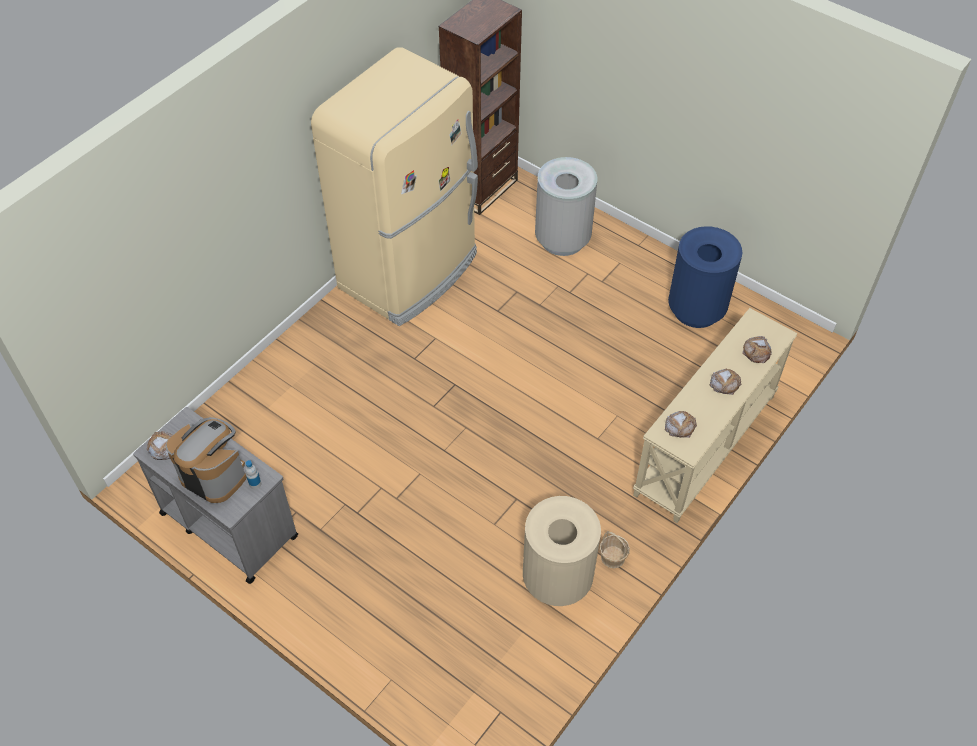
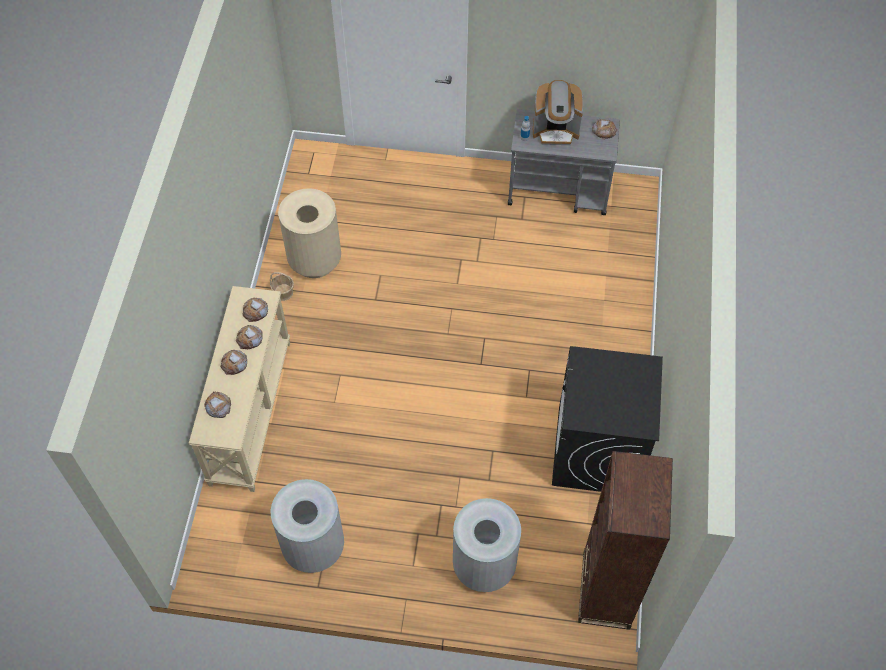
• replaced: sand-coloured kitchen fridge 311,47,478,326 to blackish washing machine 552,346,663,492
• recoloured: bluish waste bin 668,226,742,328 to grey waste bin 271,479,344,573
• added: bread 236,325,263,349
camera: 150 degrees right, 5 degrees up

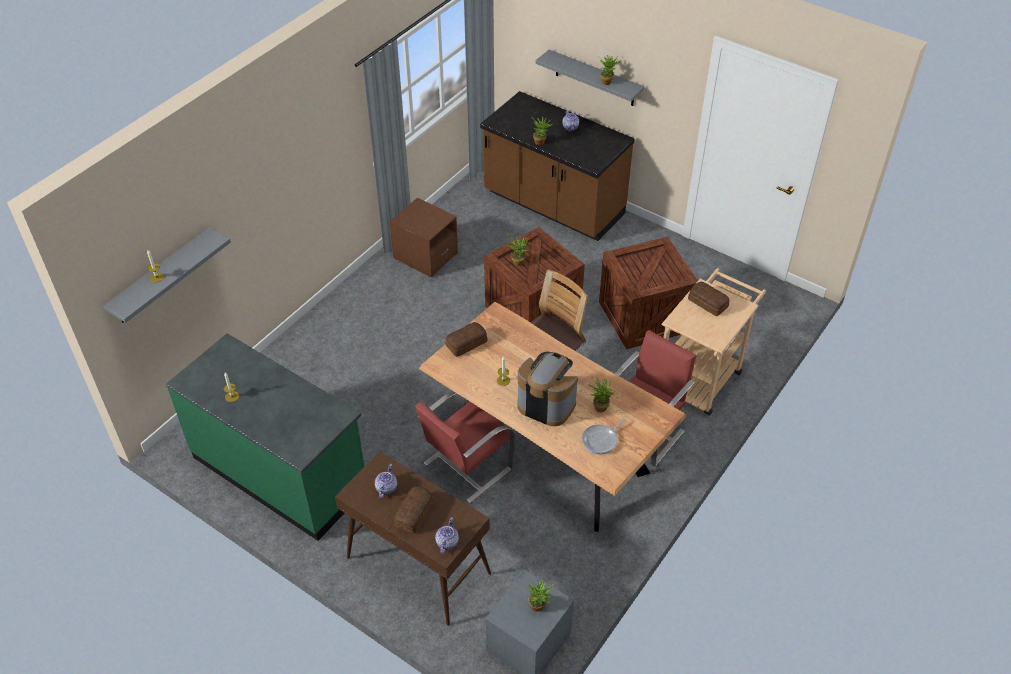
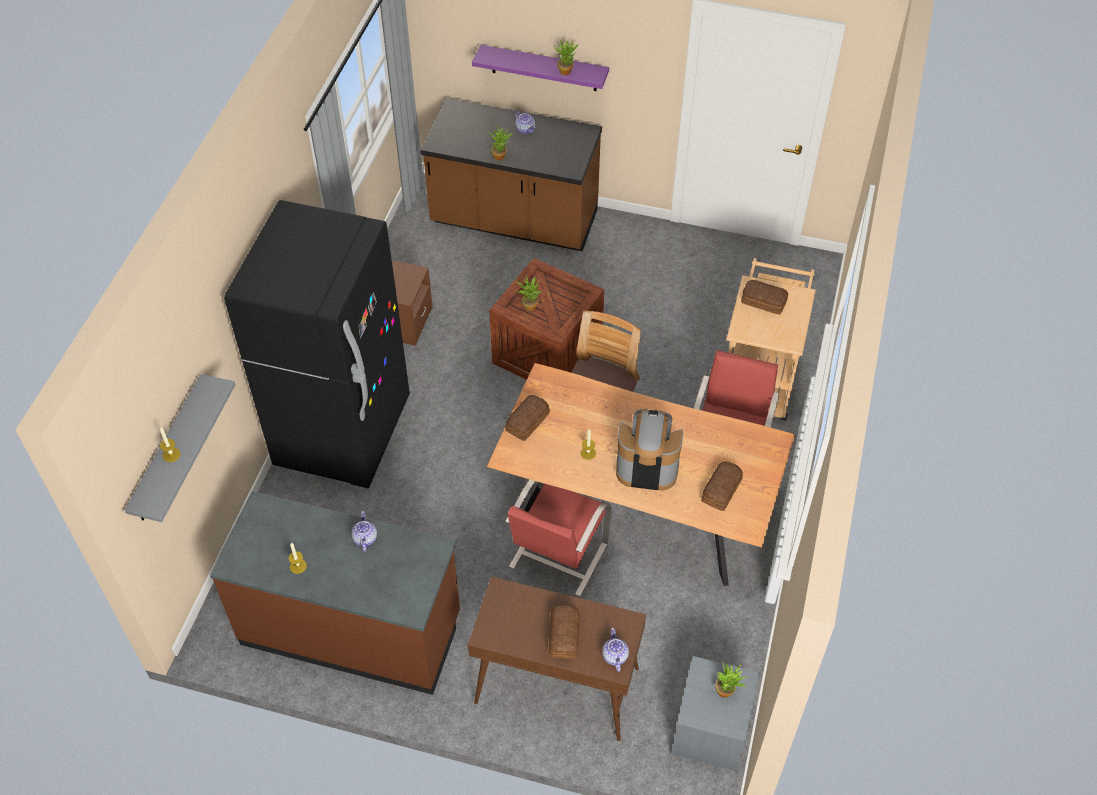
• recoloured: grey bracket shelf 535,49,645,106 to purplish bracket shelf 472,45,609,91
• removed: crate 599,236,698,349
• recoloured: green kitchen base unit 166,333,365,541 to brownish kitchen base unit 210,491,460,695
• removed: potted plant 588,377,615,412
• replaced: frying pan 582,419,626,454 to bread 701,462,743,511
• moved: teapot 375,464,397,498 to 351,511,377,552
• added: blackish kitchen fridge 224,200,410,488
camera: 20 degrees left, 5 degrees up

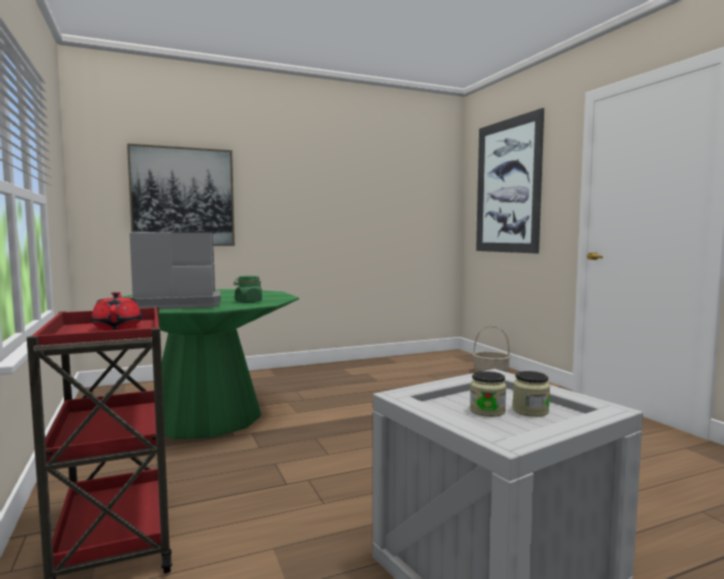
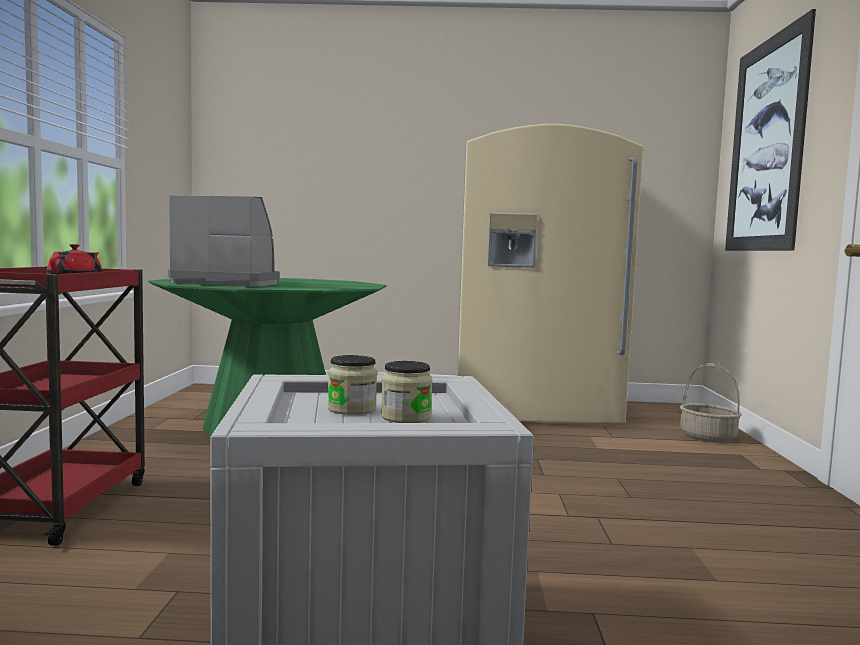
• removed: wall art 127,144,235,246
• removed: green storage jar 234,276,262,303
• added: sand-coloured kitchen fridge 457,124,643,423
camera: 25 degrees right, 0 degrees up

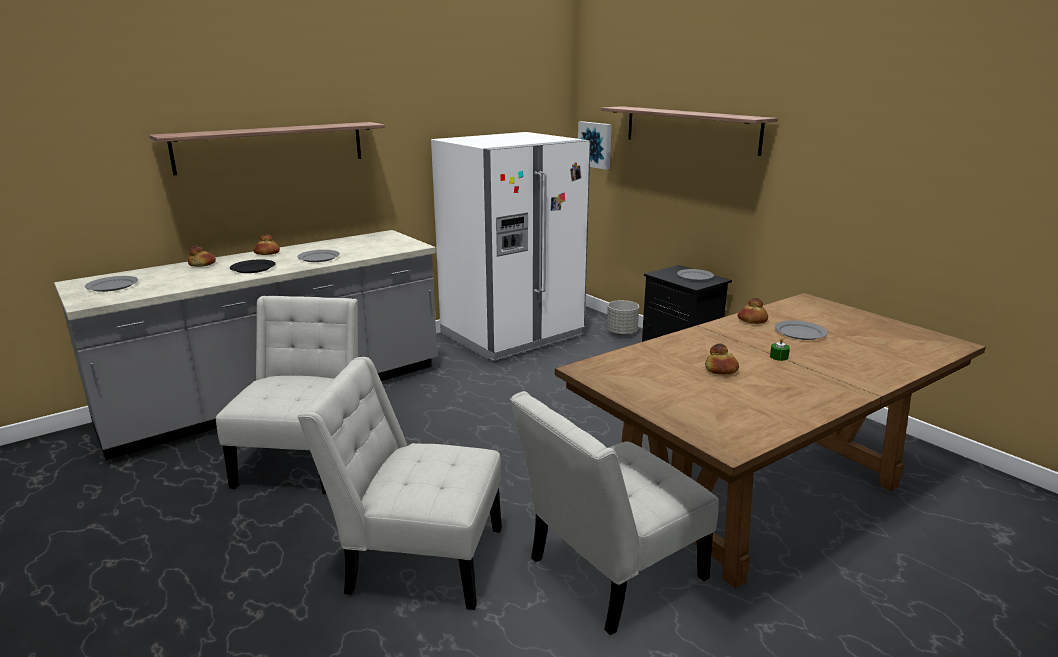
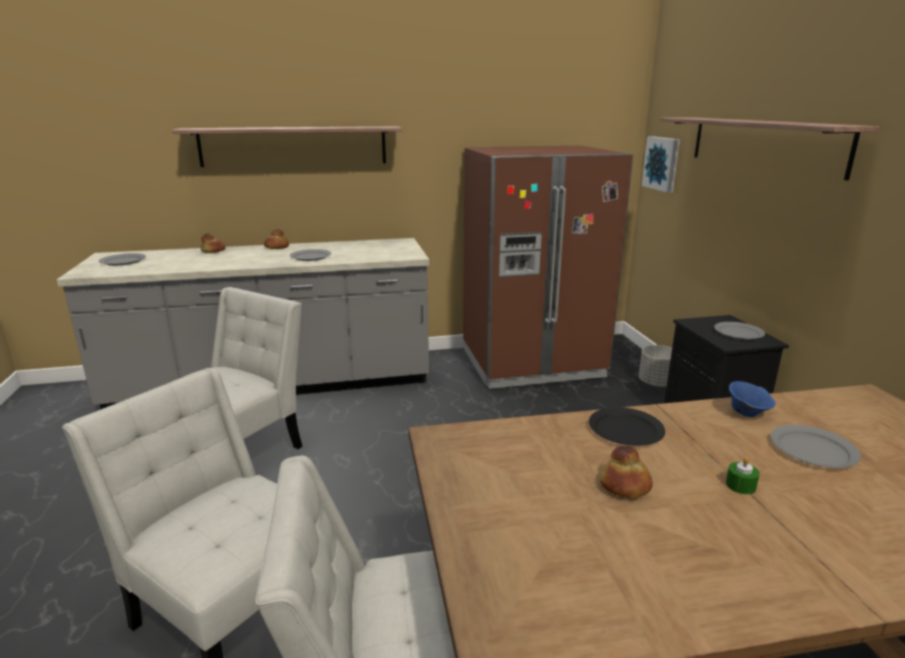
• recoloured: white-coloured kitchen fridge 431,132,590,361 to brownish kitchen fridge 463,146,633,389
• moved: blackish dinner plate 230,259,276,273 to 589,407,665,446
• replaced: bread 737,298,768,324 to bluish serving bowl 729,381,776,417
camera: 25 degrees right, 0 degrees up

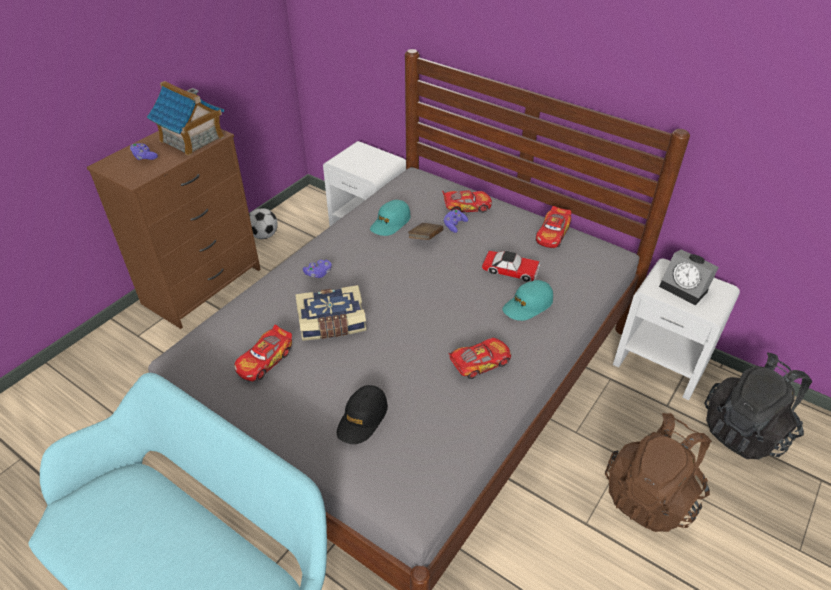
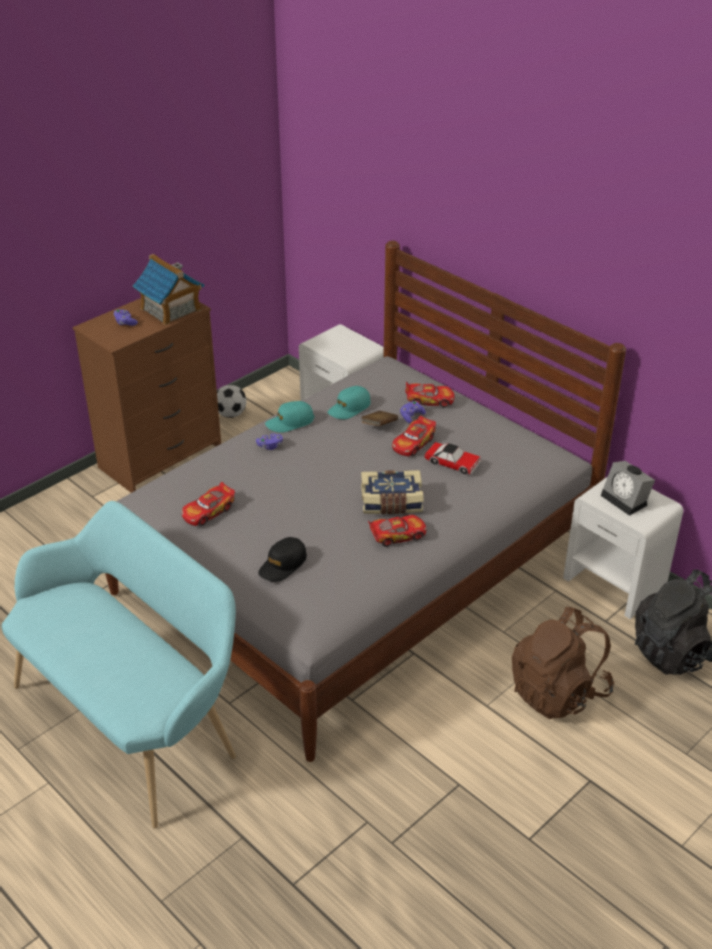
• moved: toy car 536,206,571,248 to 392,416,436,456
• moved: blue-green cap 502,280,553,321 to 265,401,314,433
• moved: bound book 295,285,366,341 to 361,470,423,514
camera: 10 degrees right, 5 degrees down

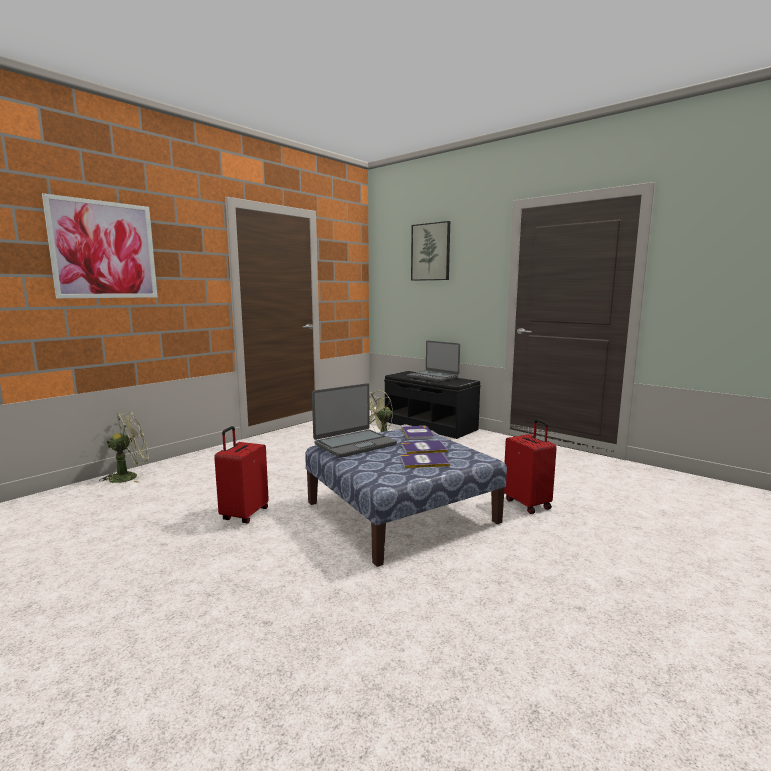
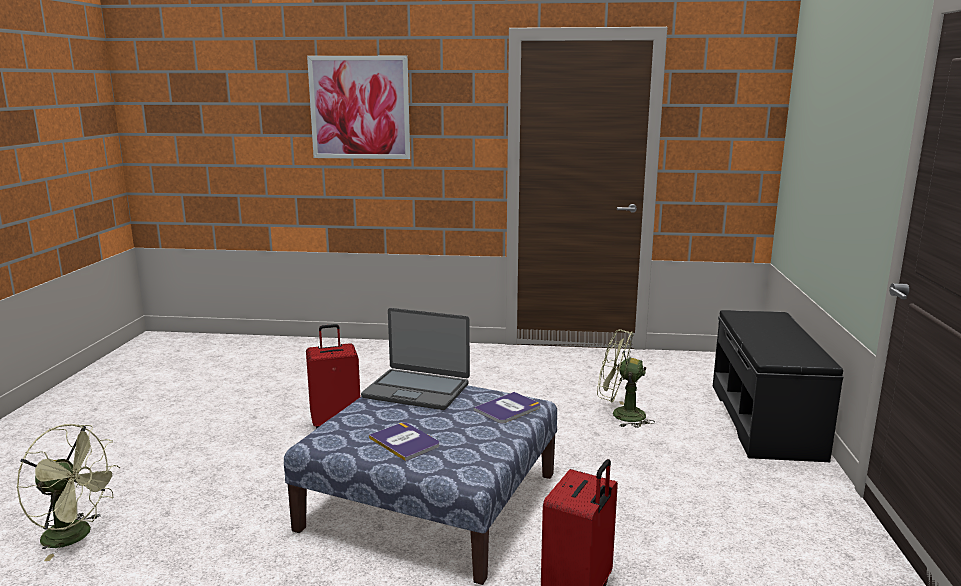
• removed: wall art 411,221,450,281
• removed: portable computer 407,341,460,382
• moved: green cooling fan 100,411,149,483 to 16,424,121,561
• removed: bound book 402,441,448,454
camera: 55 degrees right, 5 degrees up

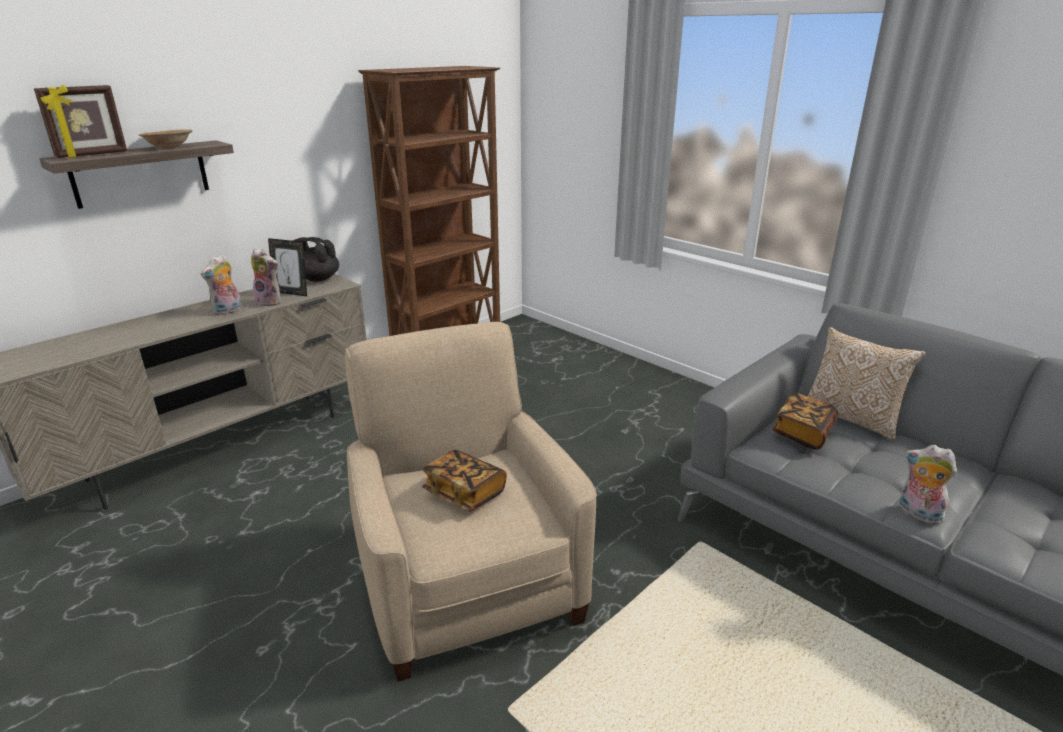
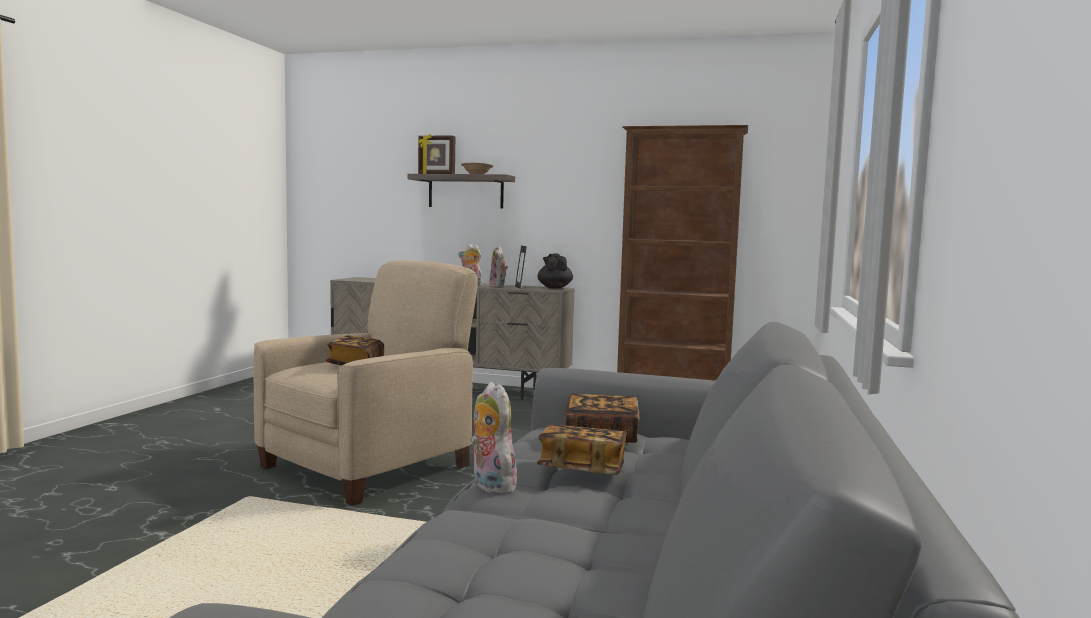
• removed: throw pillow 807,327,926,441
• turned: cuddly toy 899,445,957,525 = 470,382,520,495 45 degrees counterclockwise
• added: bound book 537,425,627,475
camera: 60 degrees right, 20 degrees down

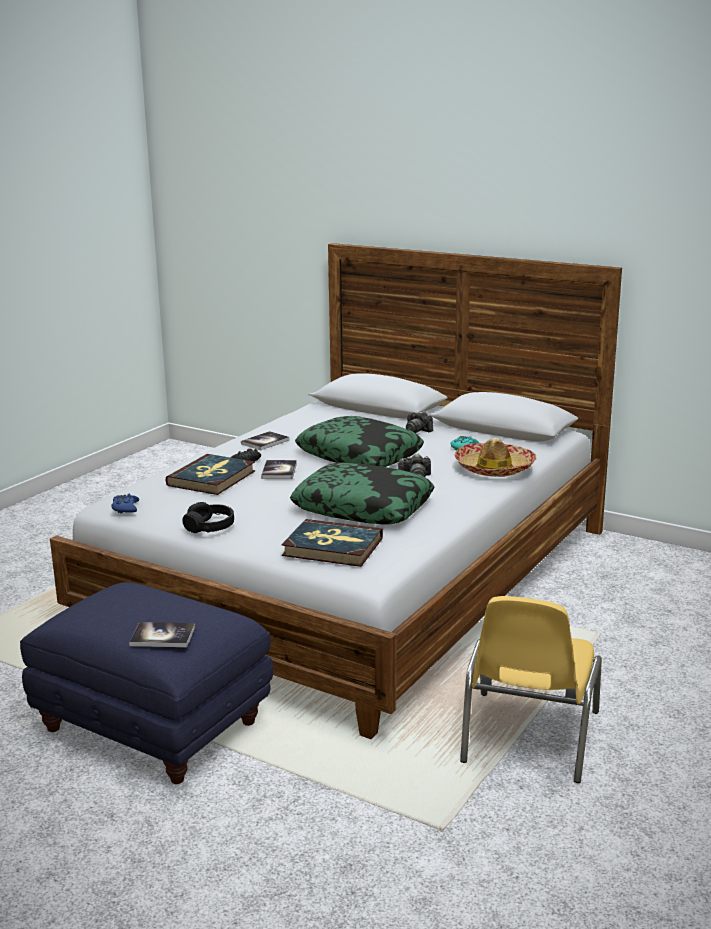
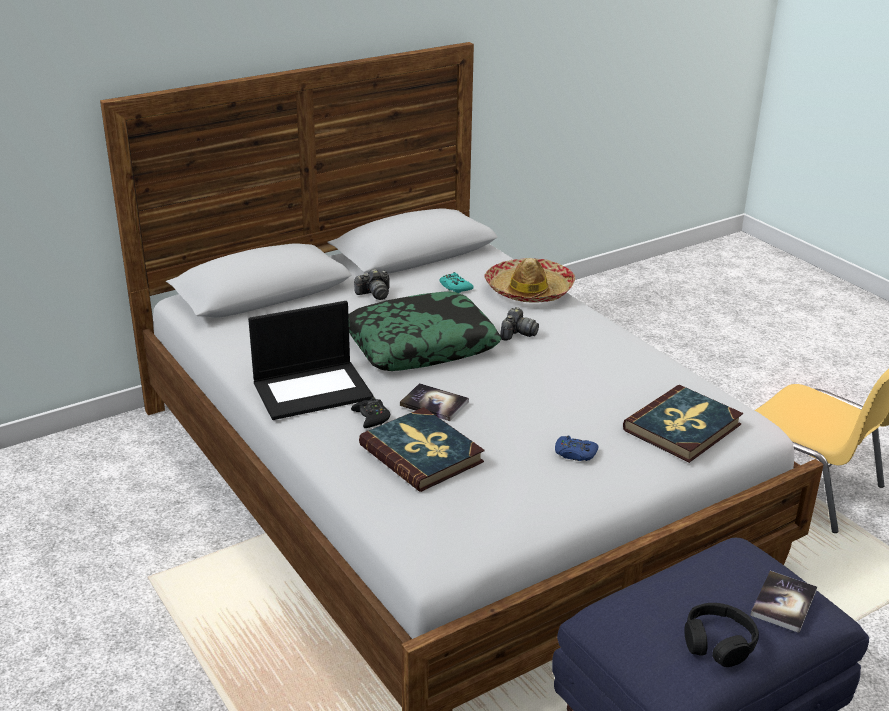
• replaced: bound book 241,431,290,450 to portable computer 248,301,373,420
• removed: throw pillow 290,462,434,525
• moved: bluish gamepad 111,494,139,513 to 555,436,598,461
• moved: blackish pair of headphones 182,502,234,533 to 684,603,759,667
camera: 65 degrees left, 10 degrees up

